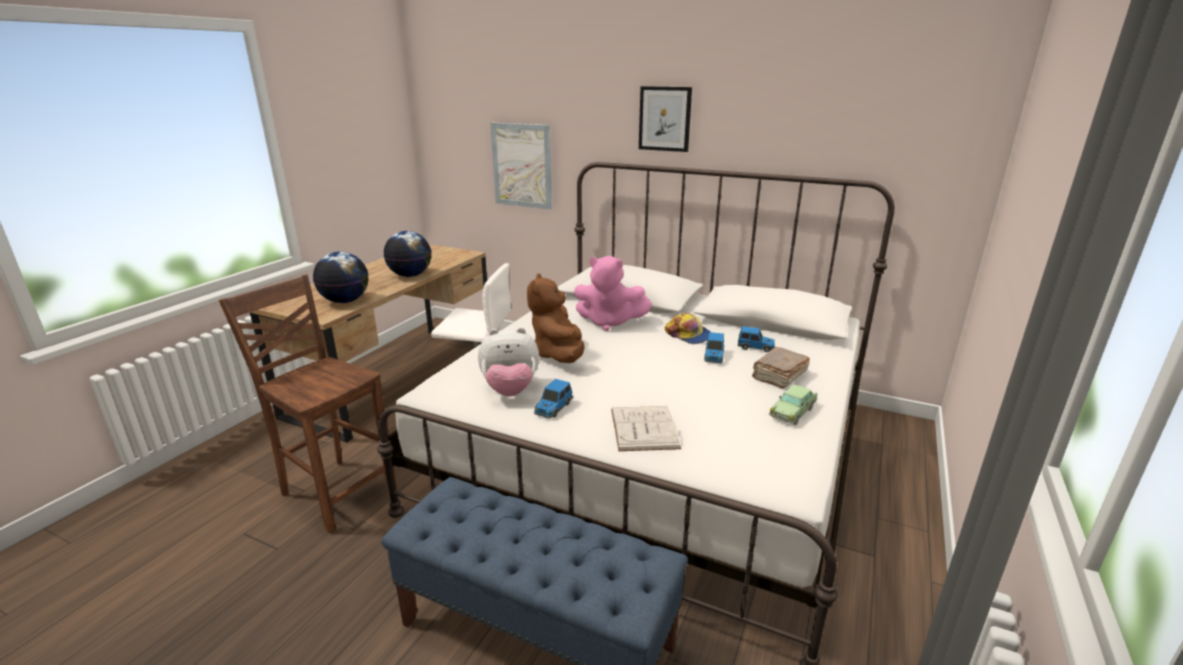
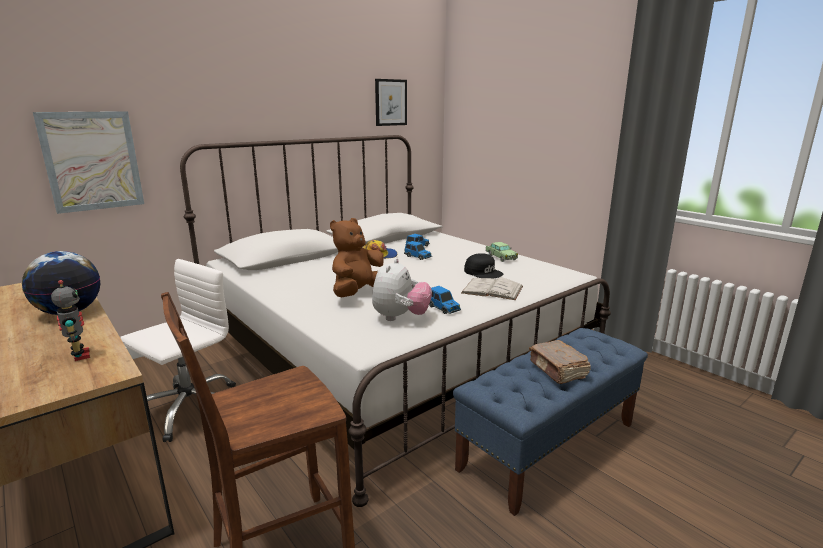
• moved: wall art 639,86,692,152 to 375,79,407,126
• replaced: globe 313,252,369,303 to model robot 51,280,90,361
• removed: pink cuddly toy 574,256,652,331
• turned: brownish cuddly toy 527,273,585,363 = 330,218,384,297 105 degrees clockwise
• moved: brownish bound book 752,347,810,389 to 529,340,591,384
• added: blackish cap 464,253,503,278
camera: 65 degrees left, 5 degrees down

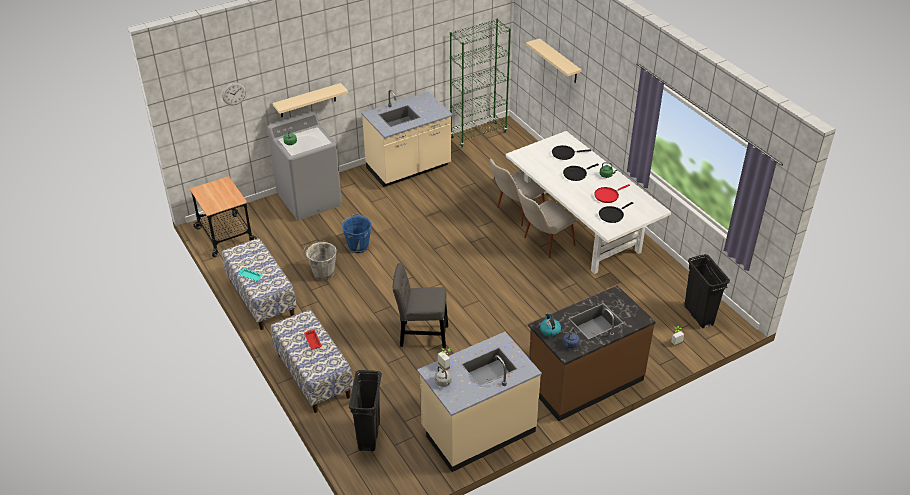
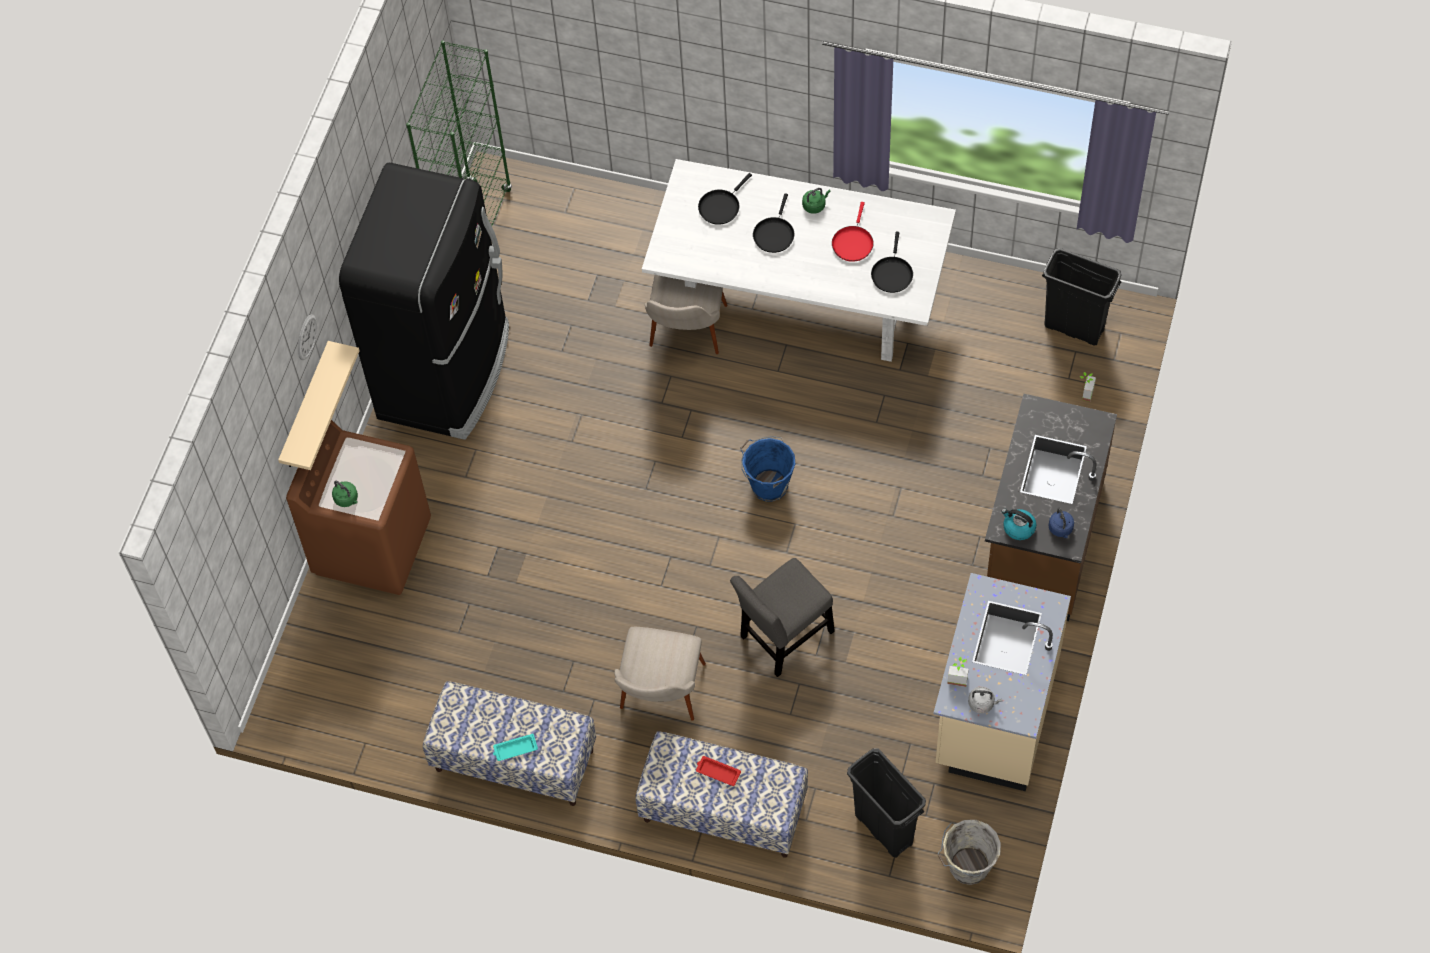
• removed: sand-coloured bracket shelf 526,38,581,83
• moved: clock on the wall 222,83,246,105 to 298,314,317,360
• replaced: sand-coloured kitchen base unit 361,90,453,187 to blackish kitchen fridge 339,163,509,440
• recoloured: grey washing machine 267,112,342,220 to brownish washing machine 286,420,431,595
• removed: trolley 190,176,257,257
• moved: sand-coloured upright chair 517,189,576,258 to 614,627,706,721
• moved: bluish pail 341,214,373,253 to 740,436,796,502
• moved: grey pail 303,241,337,281 to 938,820,1001,885
camera: 40 degrees left, 20 degrees up

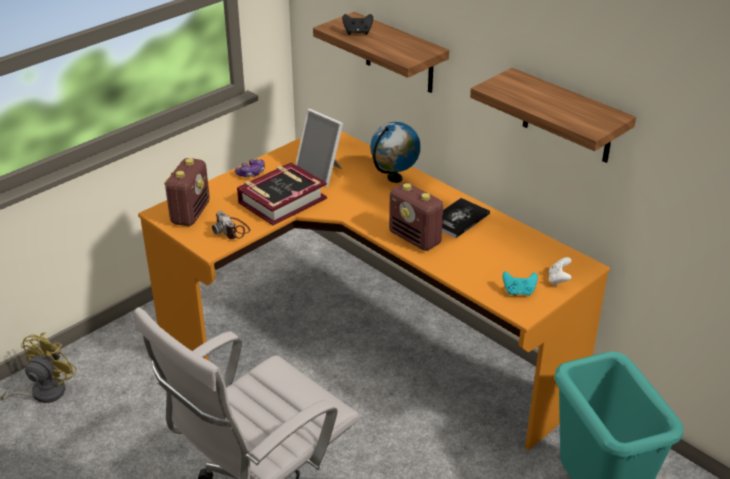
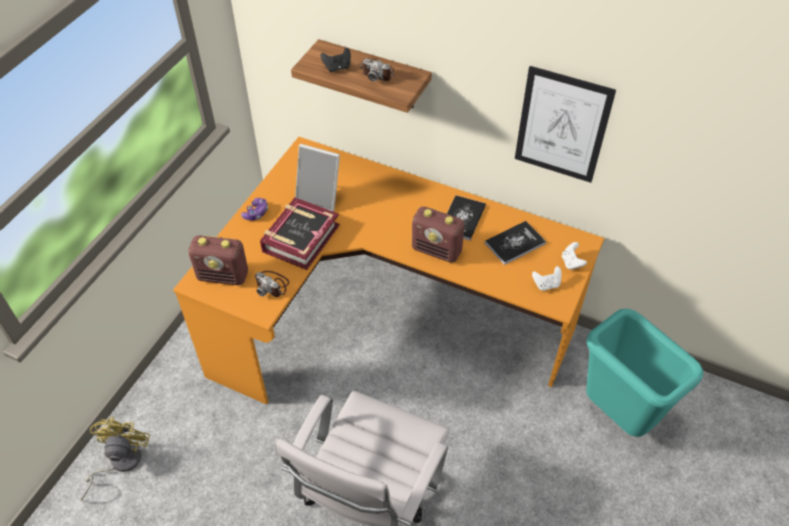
• replaced: bracket shelf 470,68,636,163 to wall art 515,66,616,183
• removed: globe 370,122,421,183
• turned: radio receiver 164,158,210,226 = 188,235,248,285 105 degrees clockwise
• recoloured: blue-green gamepad 503,271,538,296 to white-coloured gamepad 532,266,562,291
• added: photo camera 360,59,395,82
• added: bound book 485,221,546,265
camera: 20 degrees left, 15 degrees up

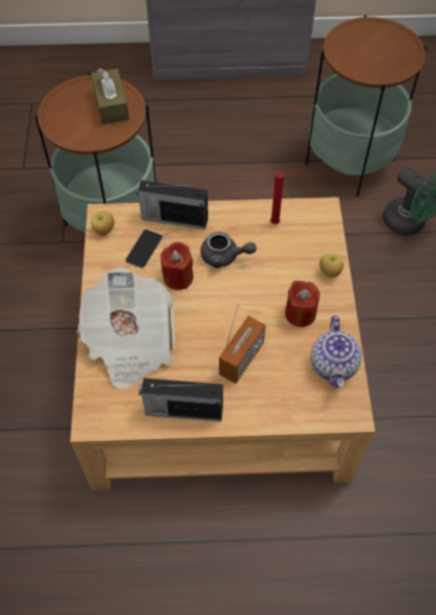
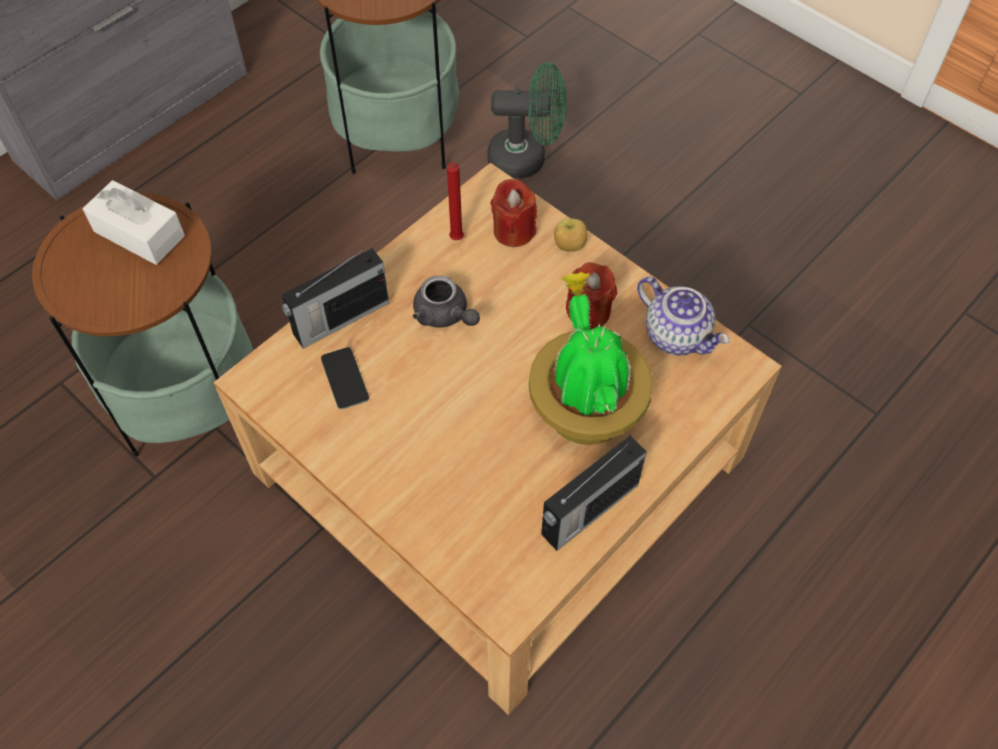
• recoloured: brownish tissue box 91,68,129,124 to white-coloured tissue box 83,180,185,265
• removed: apple fruit 91,211,114,236
• turned: grey teapot 201,232,256,268 = 413,275,480,328 75 degrees clockwise
• moved: reddish wax candle 160,242,193,290 to 491,178,537,247
• removed: daily paper 77,267,175,390
• replaced: radio receiver 219,304,266,384 to potted plant 529,272,653,445
camera: 45 degrees left, 0 degrees up

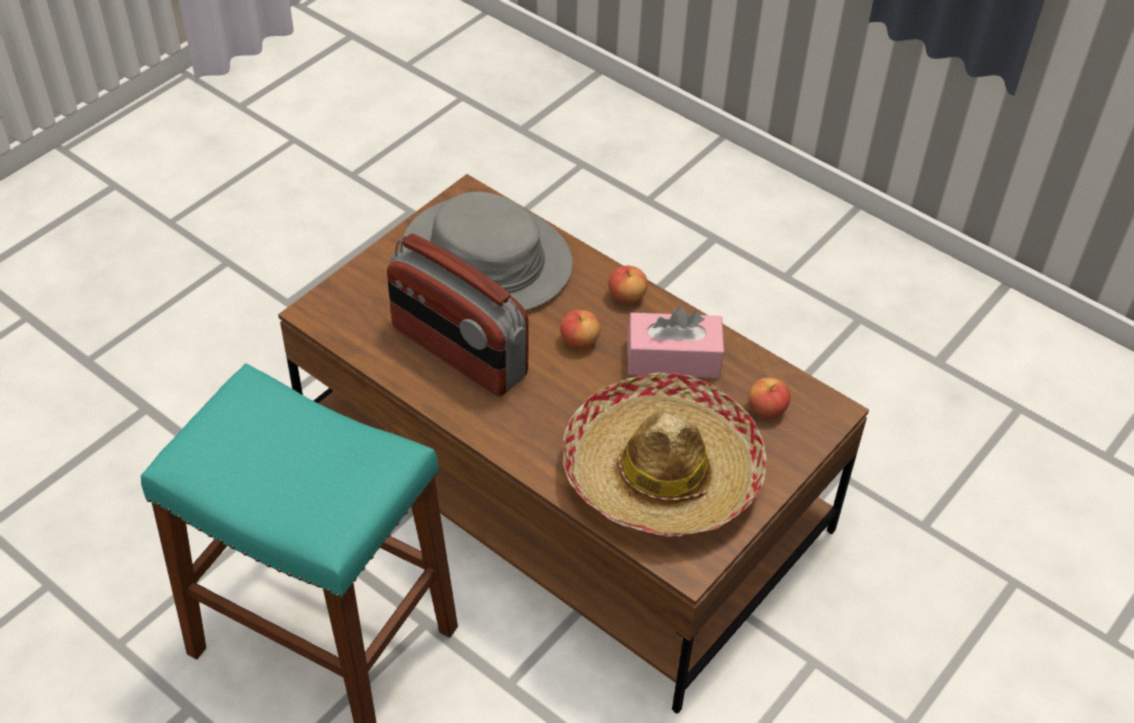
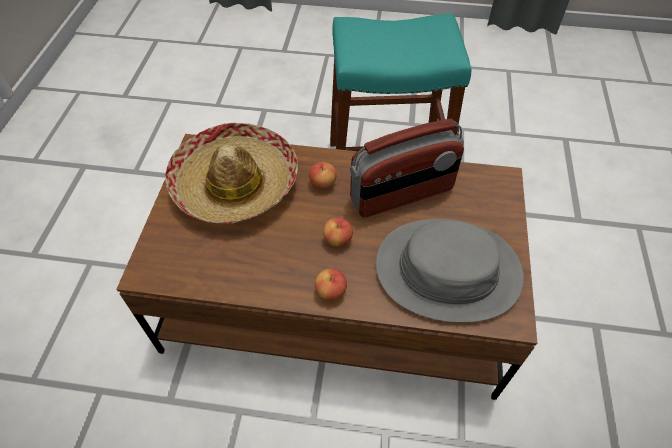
• turned: radio receiver 387,234,529,396 = 350,119,464,218 150 degrees clockwise
• removed: pink tissue box 628,307,724,378
• moved: apple fruit 748,378,790,418 to 309,162,337,189
camera: 150 degrees right, 5 degrees up

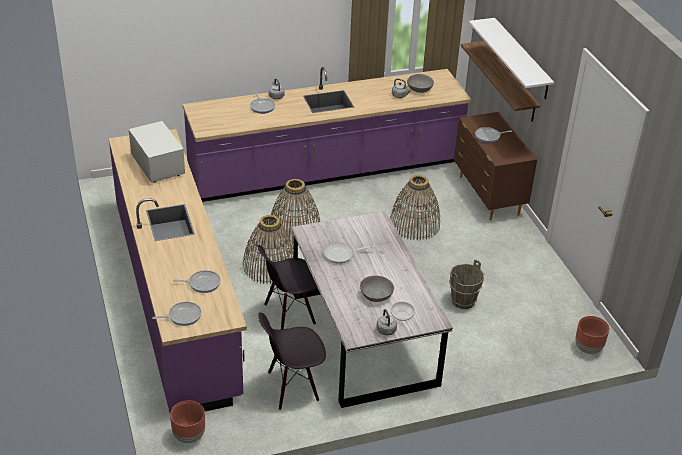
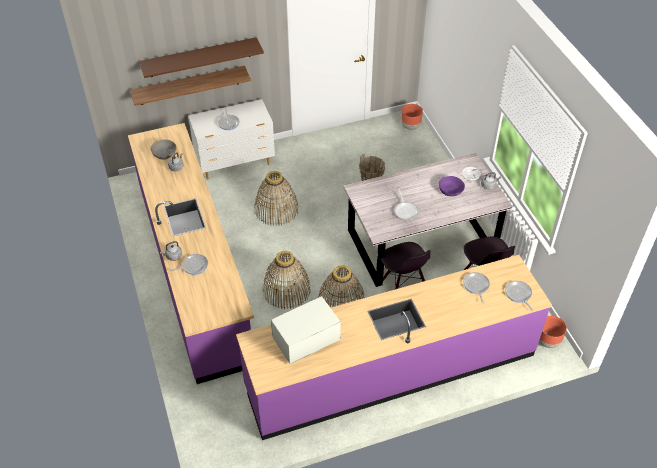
• recoloured: white-coloured bracket shelf 469,18,554,99 to brownish bracket shelf 139,37,264,78
• recoloured: brownish chest of drawers 454,112,537,220 to white-coloured chest of drawers 188,99,275,179
• recoloured: grey serving bowl 360,275,394,302 to purplish serving bowl 439,176,465,196
camera: 90 degrees left, 10 degrees up

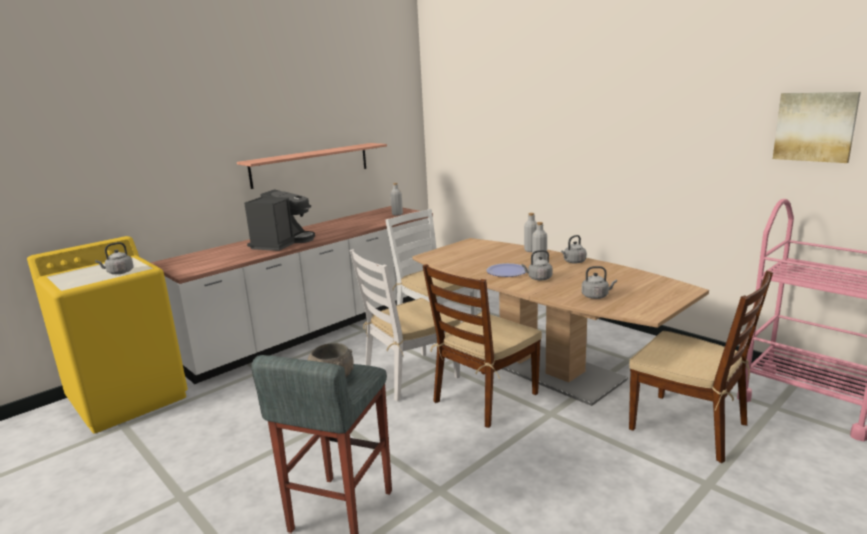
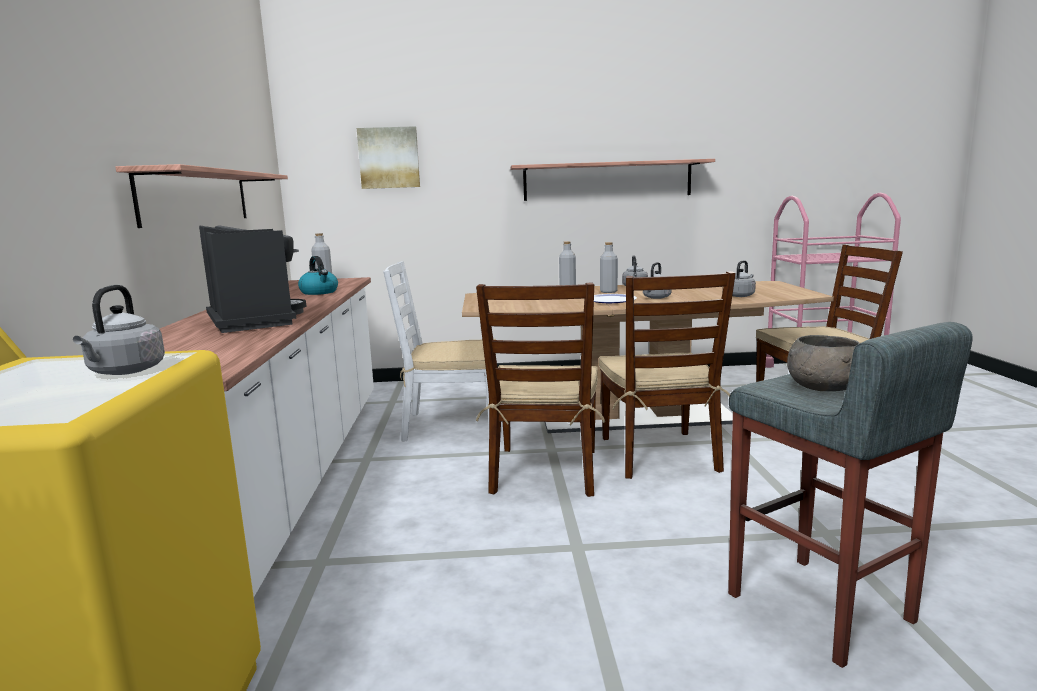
• moved: wall art 773,92,861,163 to 357,126,420,189
• recoloured: white-coloured upright chair 350,249,461,401 to brownish upright chair 476,282,605,497
• added: bracket shelf 510,159,715,201
• added: tea kettle 298,256,338,295
camera: 50 degrees left, 5 degrees down

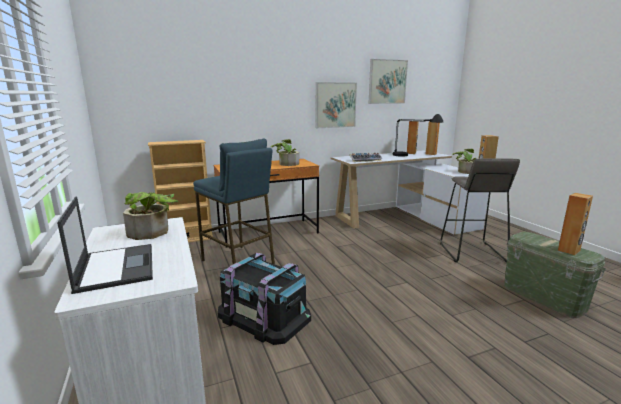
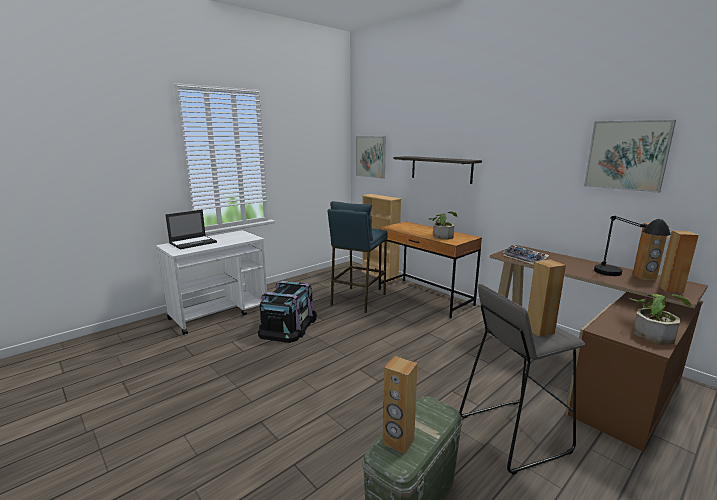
• moved: wall art 315,82,357,128 to 356,136,386,179
• recoloured: white-coloured desk table 331,150,489,235 to brownish desk table 490,245,708,452
• removed: potted plant 123,192,178,240
• added: bracket shelf 394,156,482,184
camera: 70 degrees right, 0 degrees up

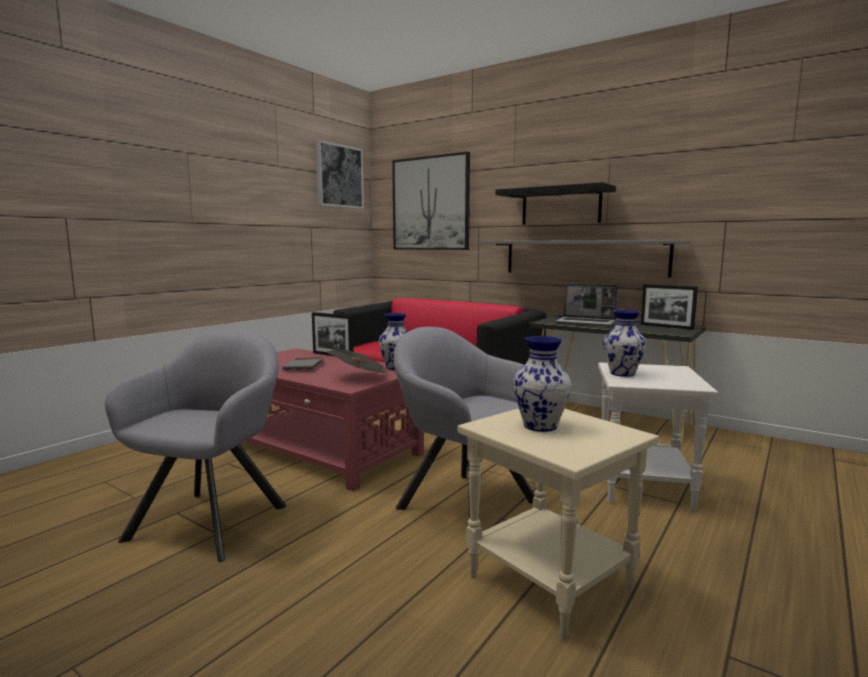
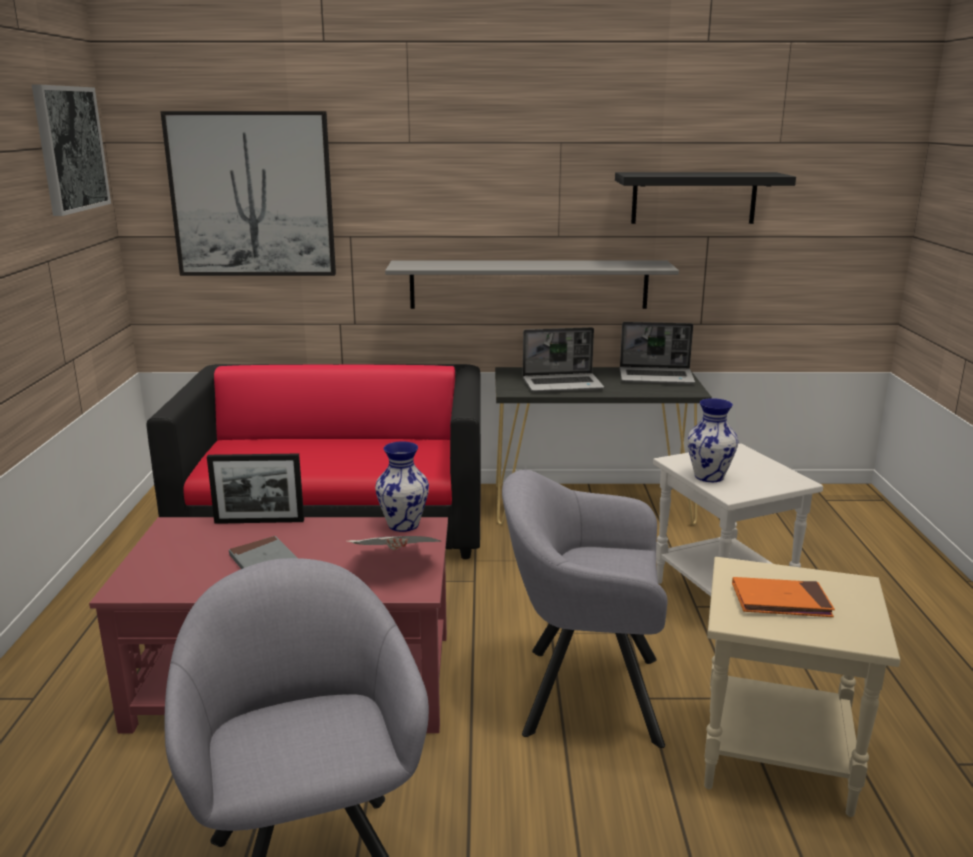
• moved: blackish bracket shelf 495,182,616,224 to 615,172,796,224
• replaced: picture frame 641,284,698,330 to portable computer 620,322,695,384
• replaced: vase 513,336,571,432 to orange bound book 732,577,835,617
camera: 35 degrees left, 10 degrees up

